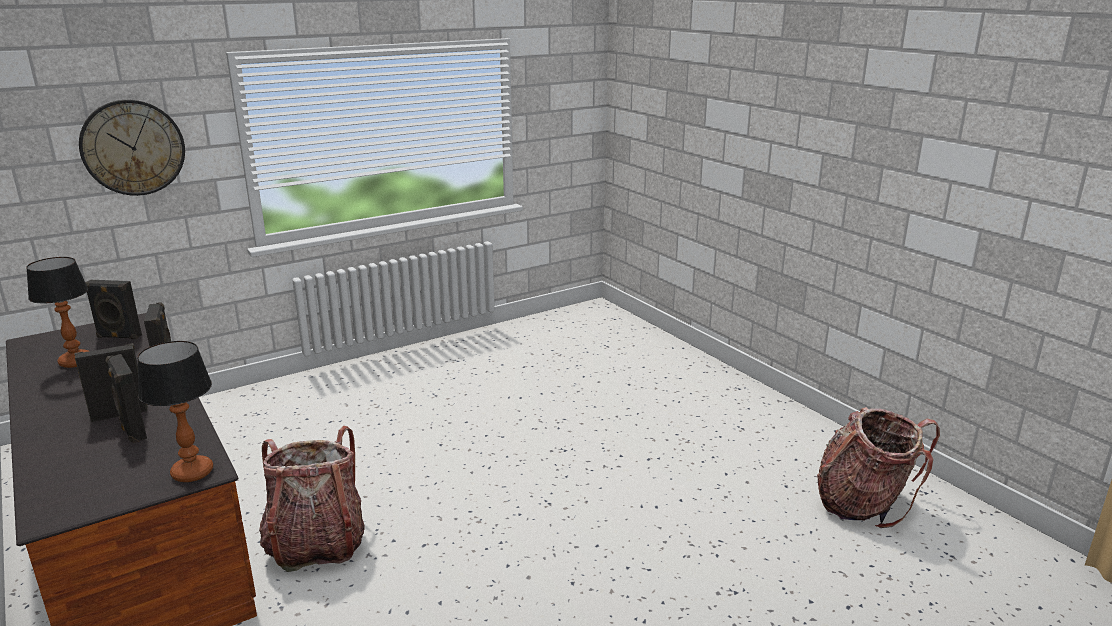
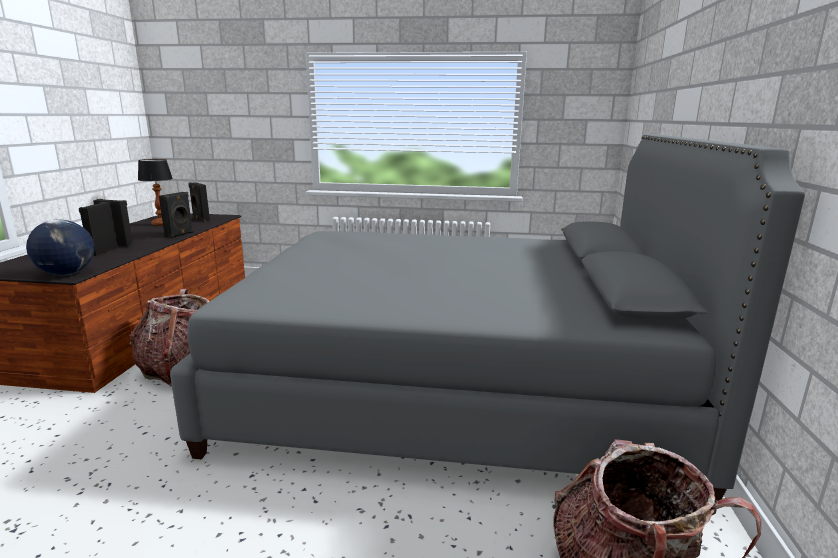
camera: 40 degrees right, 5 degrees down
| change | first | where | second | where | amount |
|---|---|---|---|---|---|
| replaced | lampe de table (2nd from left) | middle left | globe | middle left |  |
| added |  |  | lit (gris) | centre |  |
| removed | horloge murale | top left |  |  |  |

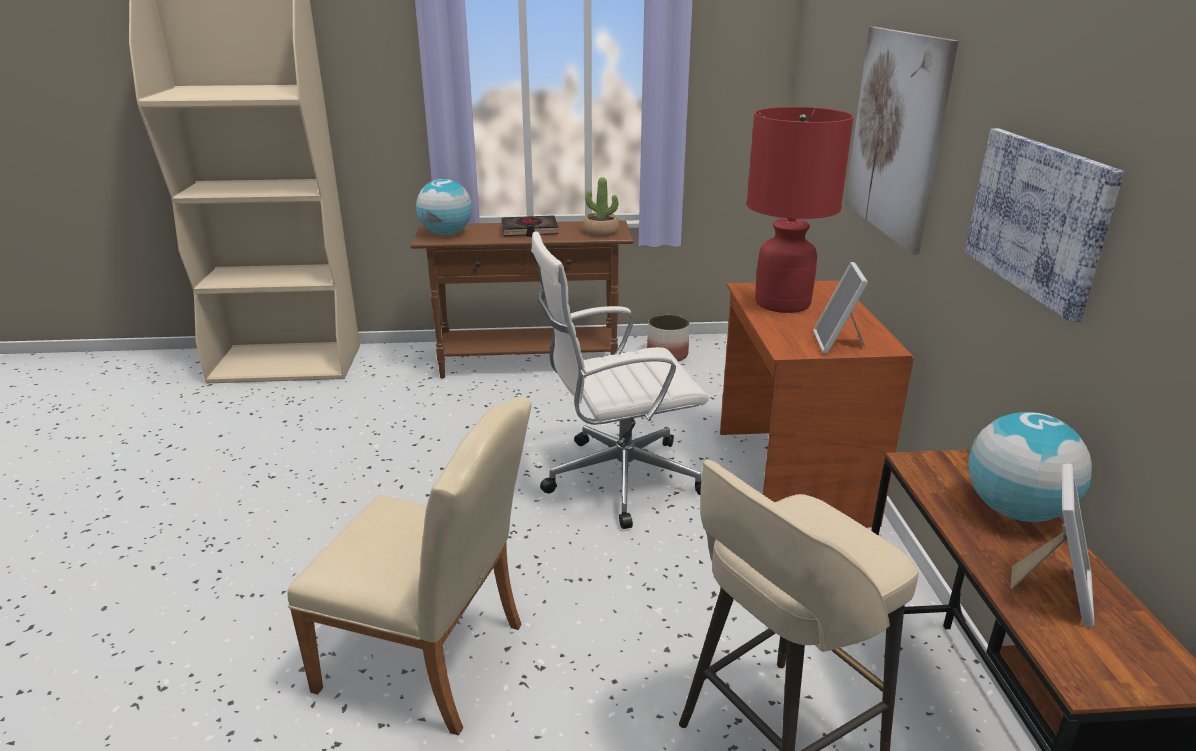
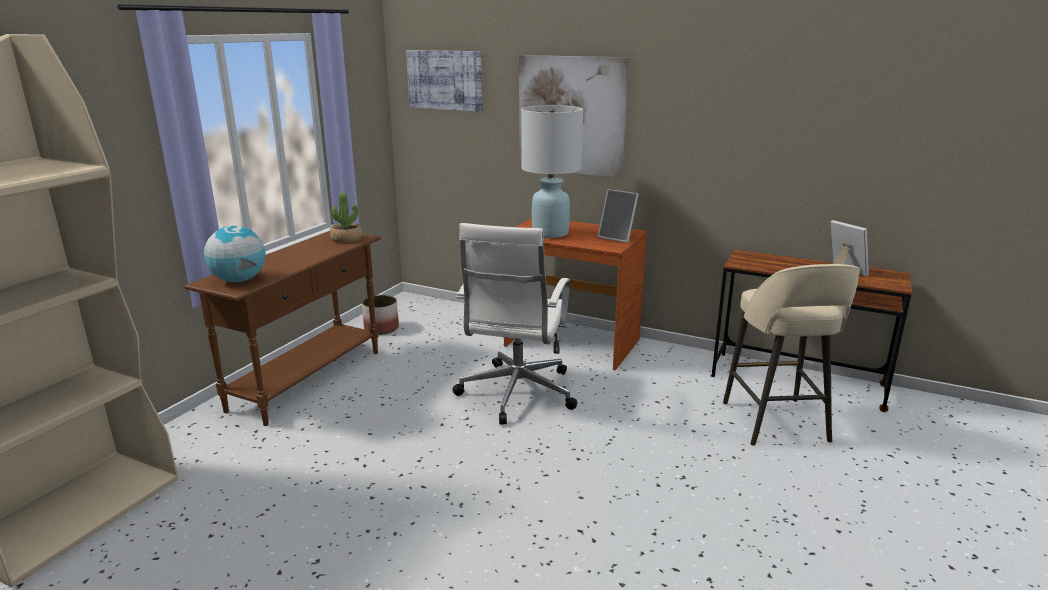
camera: 60 degrees left, 5 degrees down
| change | first | where | second | where | amount |
|---|---|---|---|---|---|
| moved | tableau (2nd from left in the first image) | top right | tableau (1st from left) | top centre |  |
| recoloured | lampe de table (rouge) | top right | lampe de table (blanc) | top centre |  |
| removed | chaise (beige) | bottom centre |  |  |  |
| removed | livre (noir) | top centre |  |  |  |
| removed | globe (2nd from left) | middle right |  |  |  |

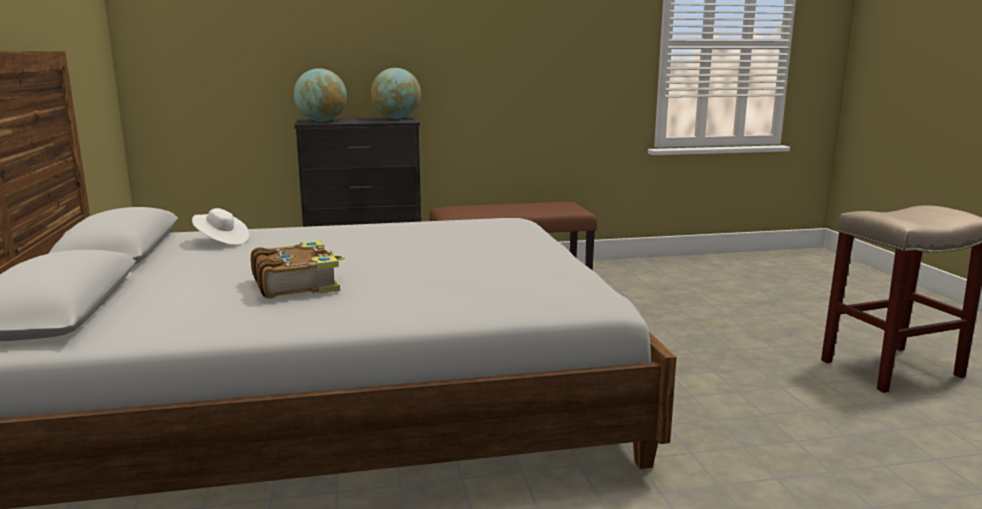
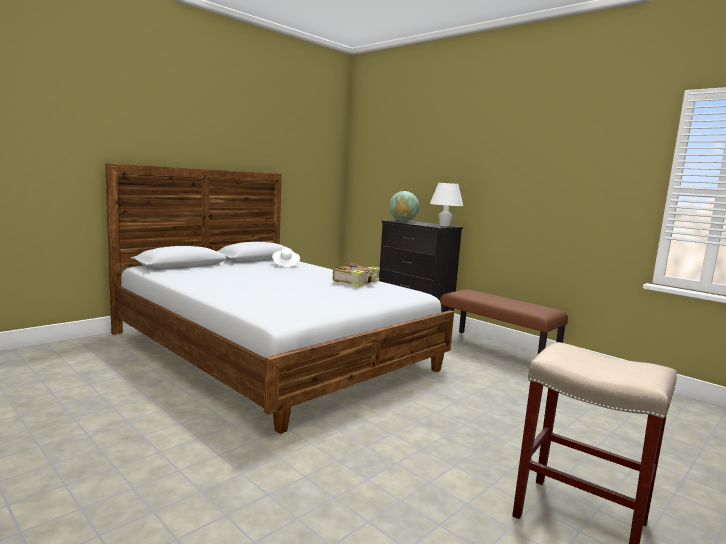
camera: 55 degrees right, 5 degrees down
| change | first | where | second | where | amount |
|---|---|---|---|---|---|
| moved | livre | middle left |  | centre |  |
| replaced | globe (2nd from left) | top centre | lampe de table (blanc) | centre |  |

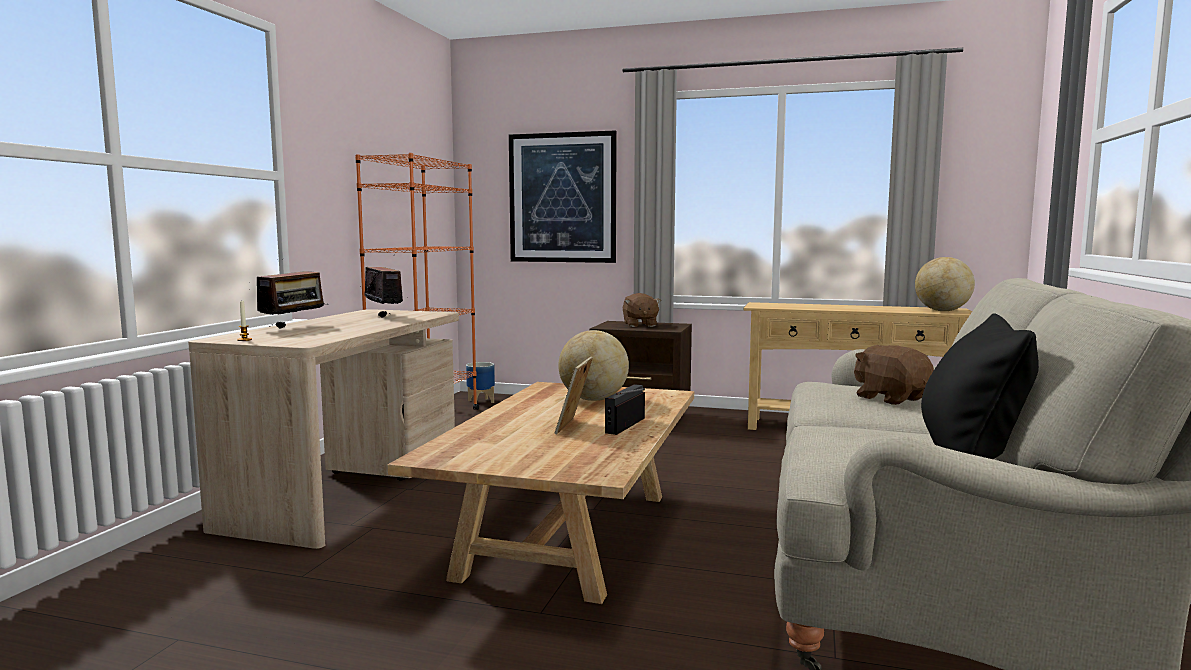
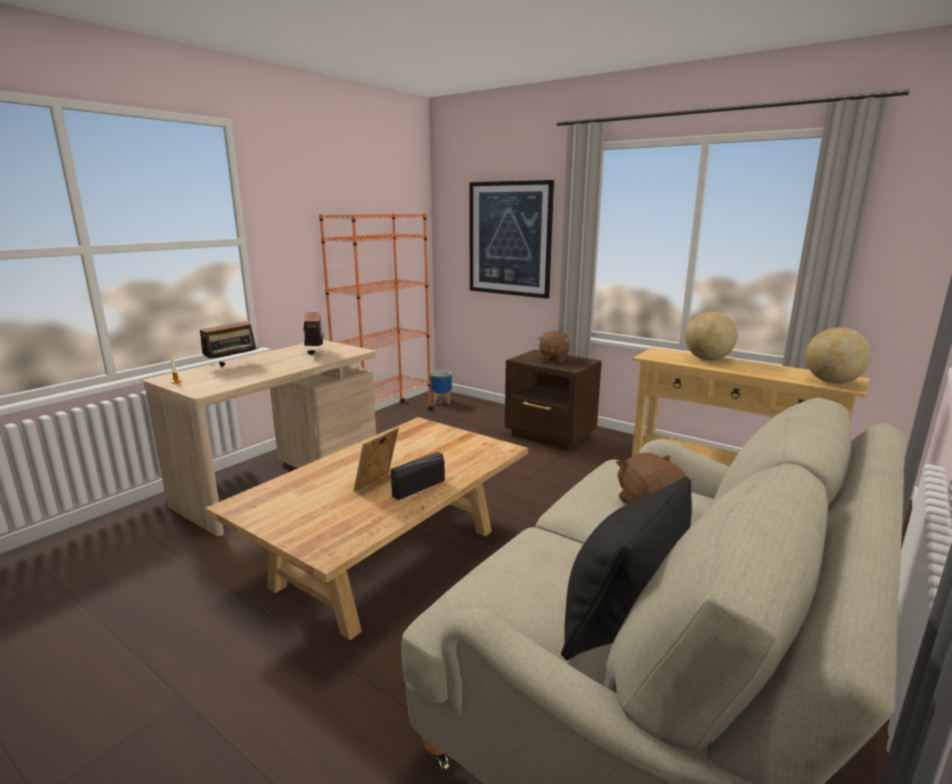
camera: 20 degrees right, 10 degrees up
| change | first | where | second | where | amount |
|---|---|---|---|---|---|
| moved | globe (1st from left) | centre |  | middle right |  |

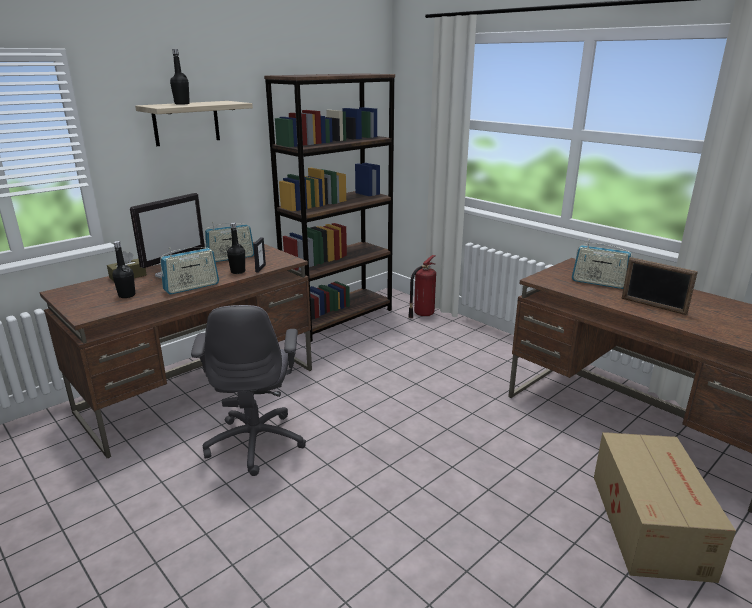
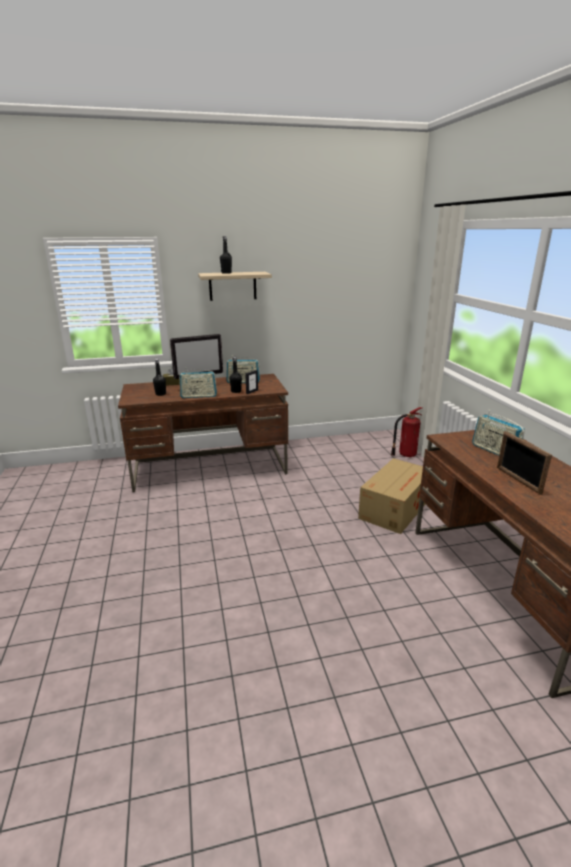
camera: 30 degrees right, 0 degrees up
| change | first | where | second | where | amount |
|---|---|---|---|---|---|
| moved | carton | bottom right |  | middle right |  |
| removed | chaise de bureau (gris) | middle left |  |  |  |
| removed | bibliothèque (marron) | centre |  |  |  |

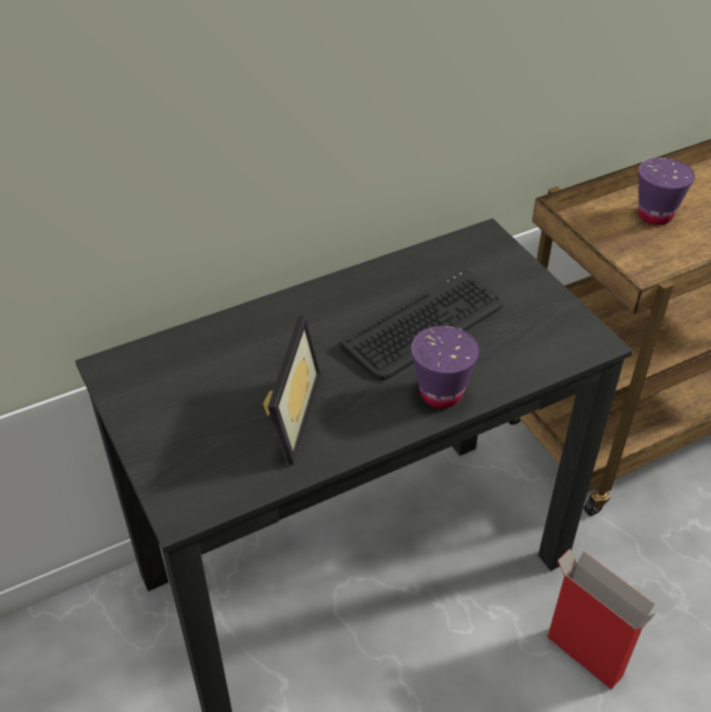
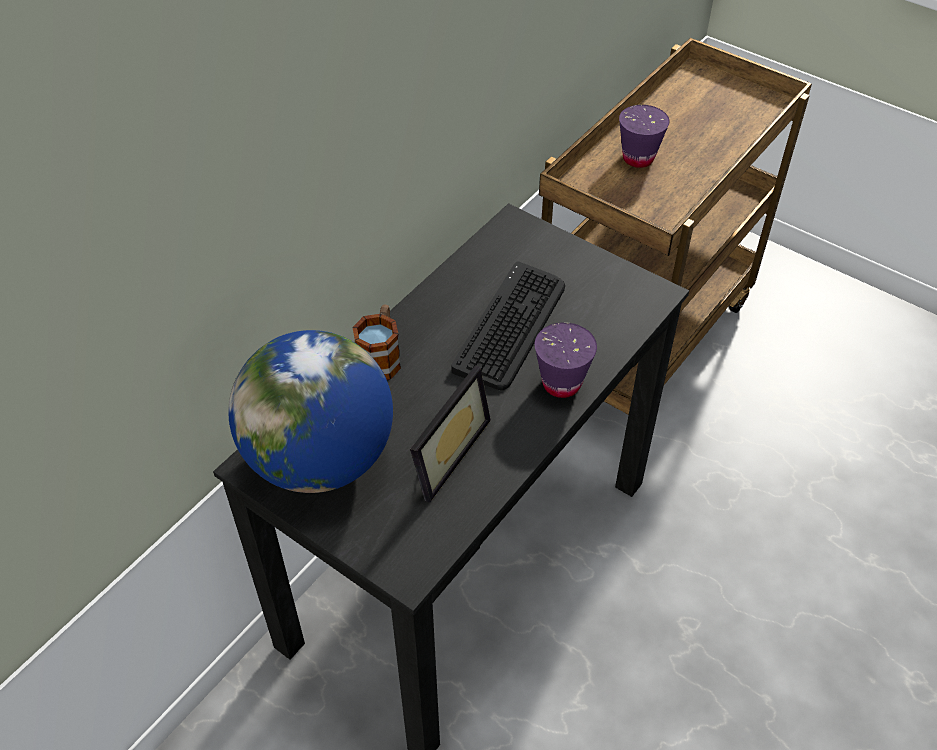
camera: 25 degrees left, 5 degrees up
| change | first | where | second | where | amount |
|---|---|---|---|---|---|
| added |  |  | globe | middle left |  |
| added |  |  | mug | centre |  |
| turned | cadre photo | centre |  | centre | 45 degrees clockwise |
| removed | carton | bottom right |  |  |  |

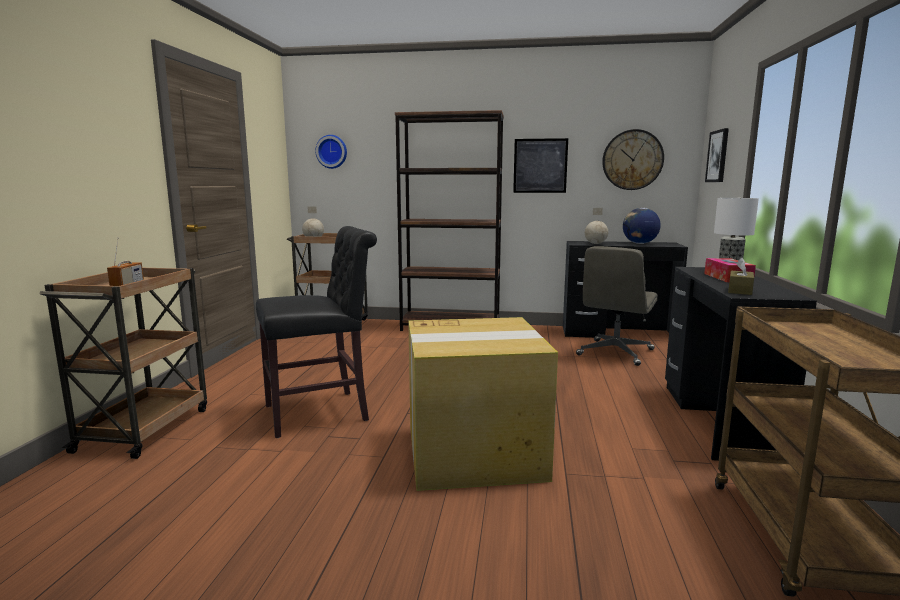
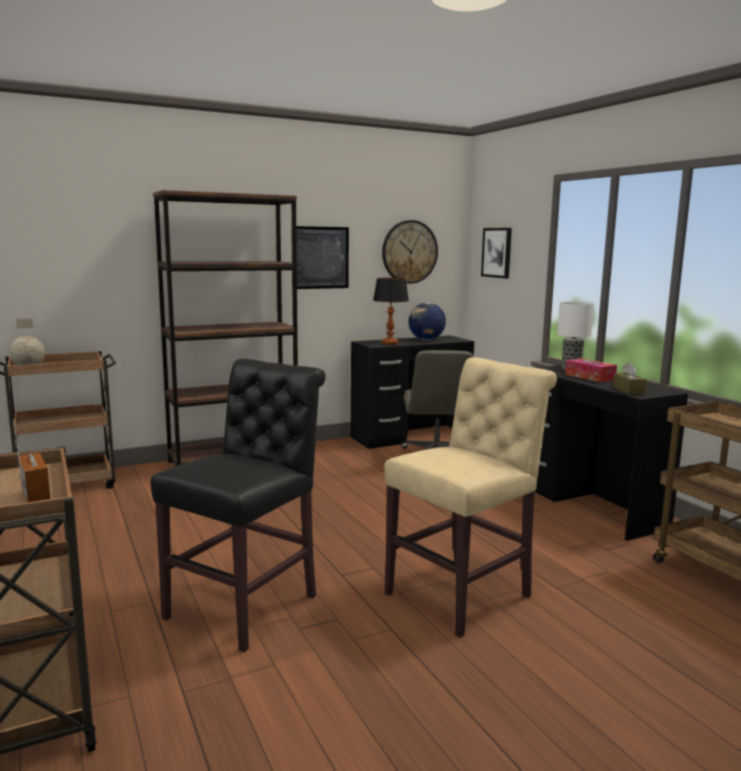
camera: 35 degrees left, 0 degrees up
| change | first | where | second | where | amount |
|---|---|---|---|---|---|
| replaced | globe (2nd from left) | centre | lampe de table (1st from left) | centre |  |
| replaced | carton | bottom centre | chaise (beige) | centre |  |
| removed | horloge murale (1st from left) | top centre |  |  |  |

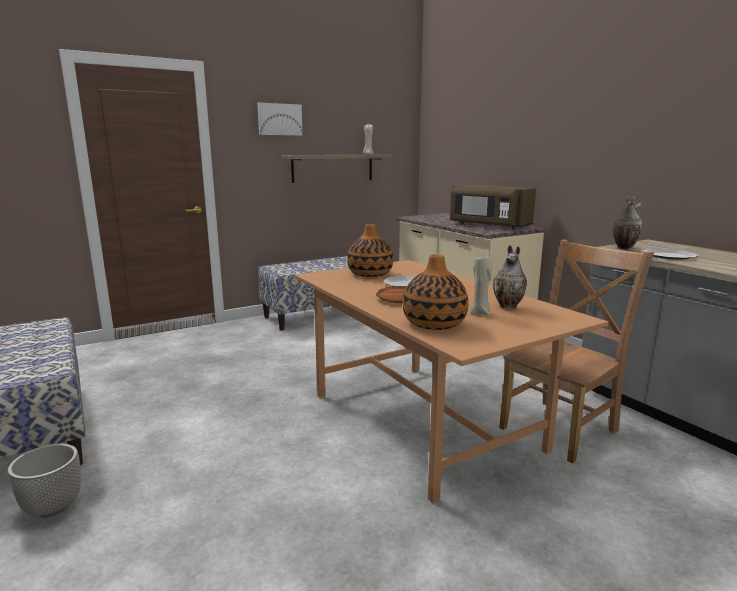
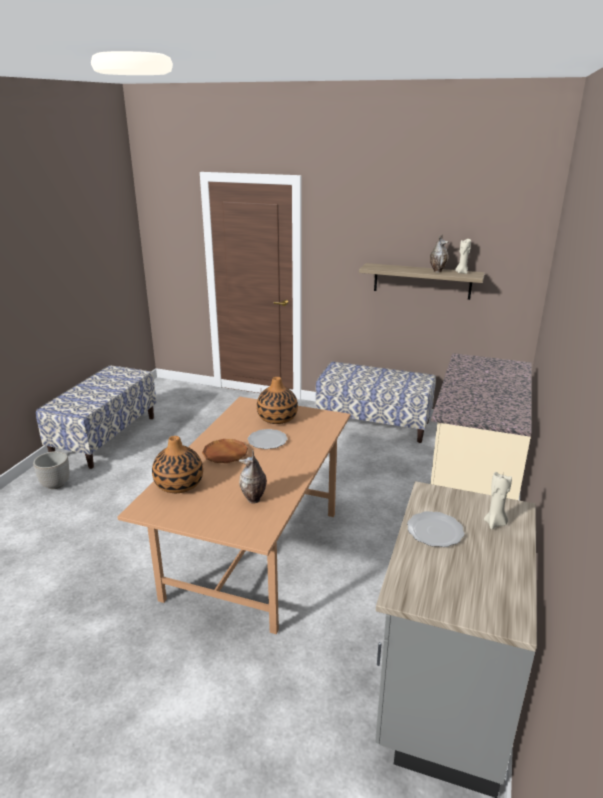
camera: 50 degrees right, 10 degrees up
| change | first | where | second | where | amount |
|---|---|---|---|---|---|
| moved | vase (4th from left) | middle right |  | top right |  |
| moved | bougie (beige) (2nd from left) | centre |  | middle right |  |
| removed | tableau | top centre |  |  |  |
| removed | micro-ondes (marron) | middle right |  |  |  |
| removed | chaise (marron) | middle right |  |  |  |

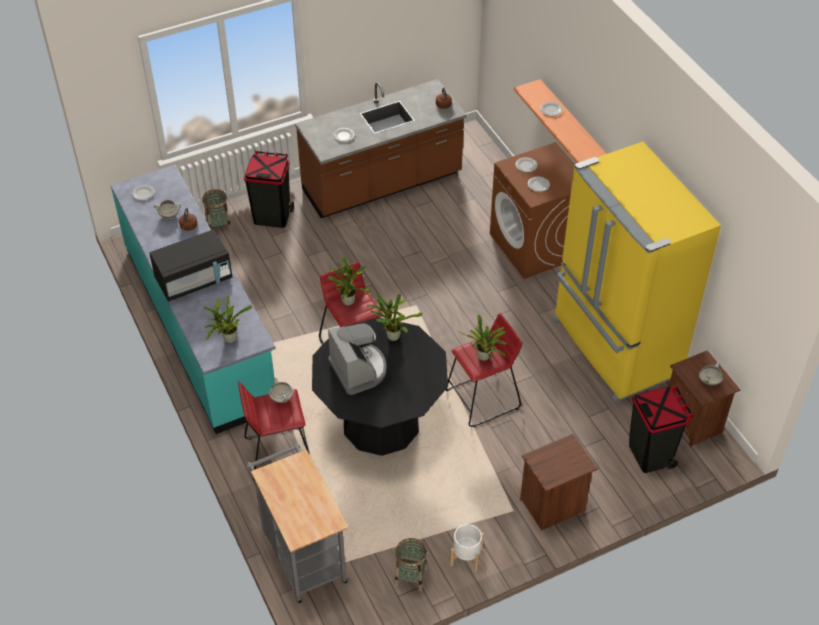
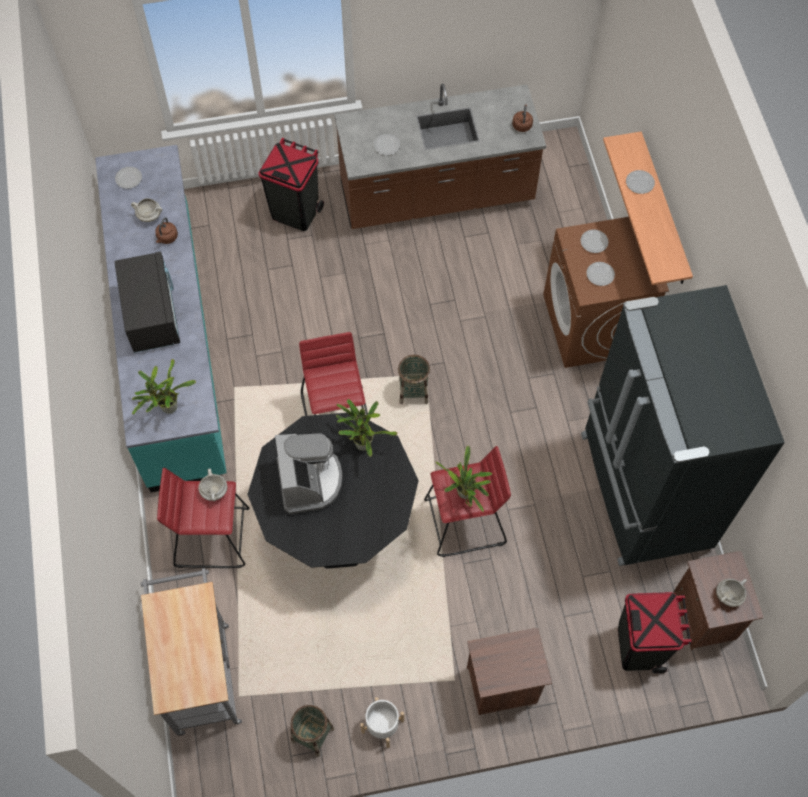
camera: 15 degrees right, 15 degrees up
| change | first | where | second | where | amount |
|---|---|---|---|---|---|
| turned | micro-ondes (noir) | middle left |  | middle left | 90 degrees counterclockwise |
| moved | panier (1st from left in the first image) | middle left | panier (2nd from left) | centre |  |
| recoloured | réfrigérateur (jaune) | middle right | réfrigérateur (noir) | middle right |  |
| removed | plante en pot (2nd from left) | centre |  |  |  |

